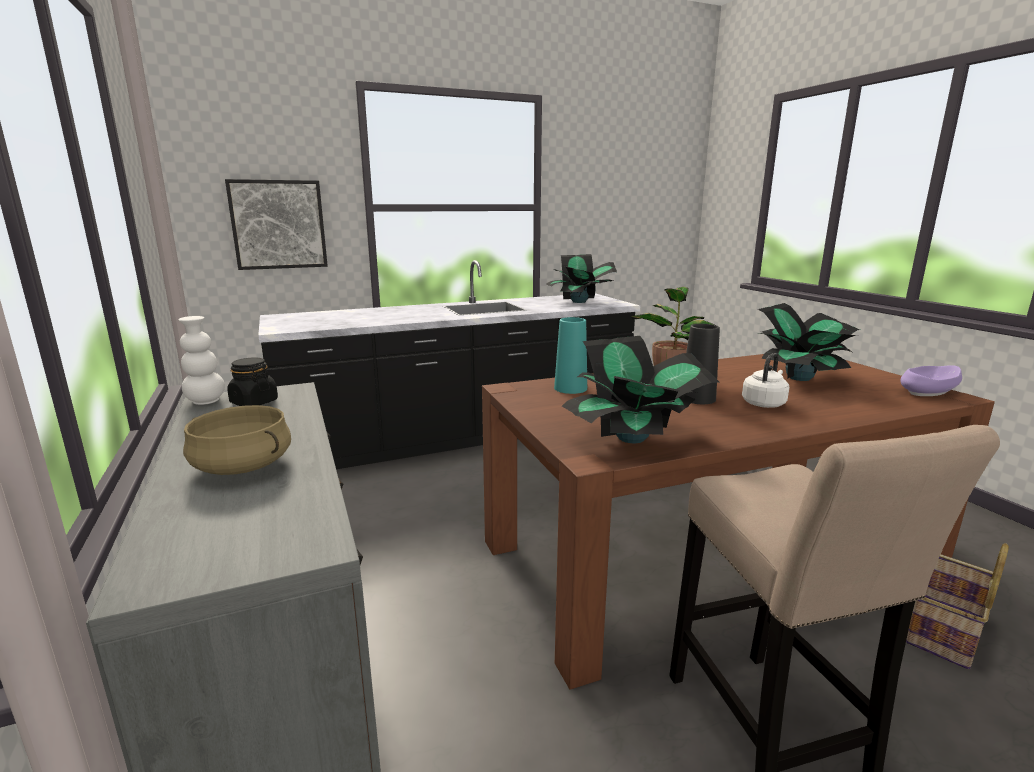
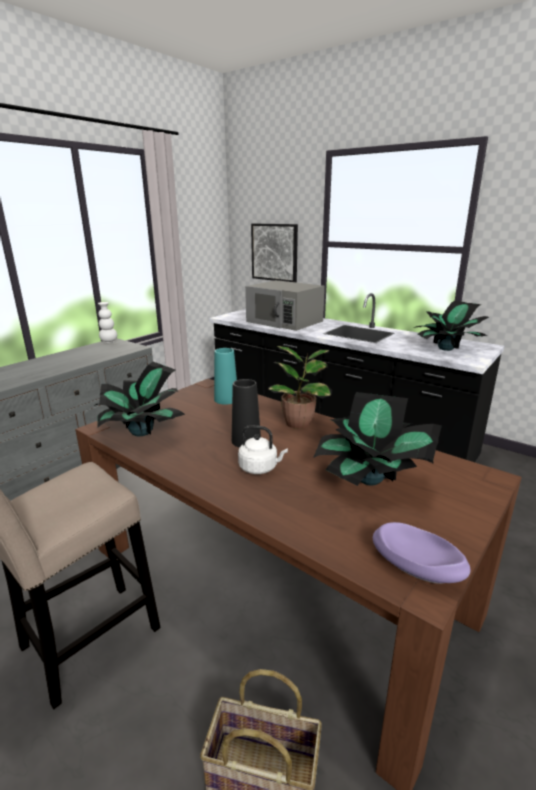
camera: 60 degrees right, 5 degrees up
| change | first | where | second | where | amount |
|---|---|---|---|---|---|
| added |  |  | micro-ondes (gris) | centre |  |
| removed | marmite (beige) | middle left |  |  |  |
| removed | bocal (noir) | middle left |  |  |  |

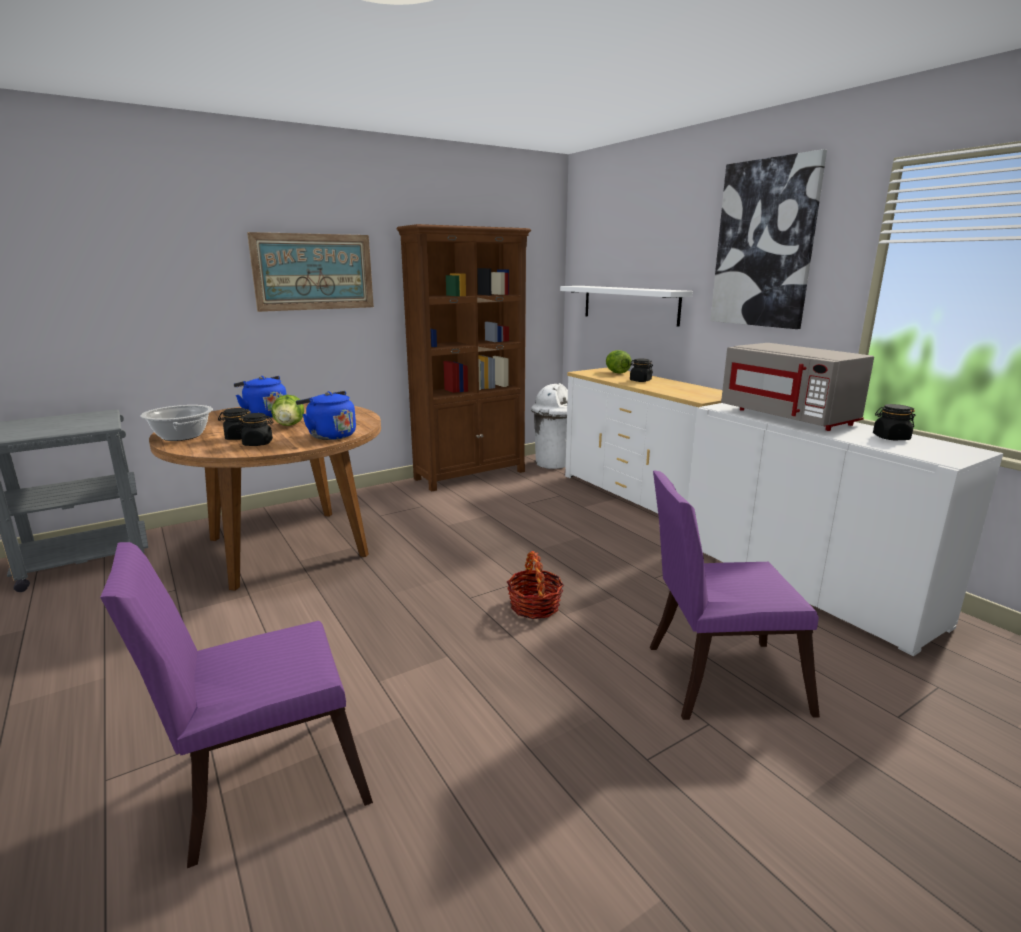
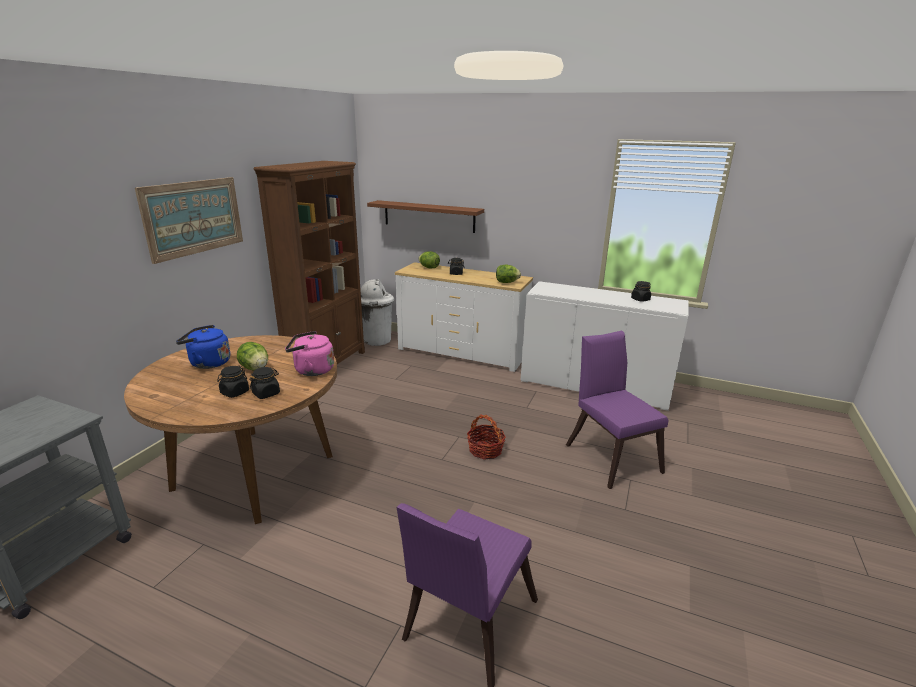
camera: 35 degrees left, 5 degrees up
| change | first | where | second | where | amount |
|---|---|---|---|---|---|
| recoloured | bouilloire (bleu) (2nd from left) | middle left | bouilloire (rose) | centre |  |
| recoloured | étagère (blanc) | top centre | étagère (marron) | top centre |  |
| added |  |  | laitue (3rd from left) | centre |  |
| turned | chaise (violet) (2nd from left) | middle right |  | middle right | 105 degrees clockwise |
| removed | marmite | middle left |  |  |  |
| removed | tableau (2nd from left) | top right |  |  |  |
| removed | micro-ondes (gris) | middle right |  |  |  |

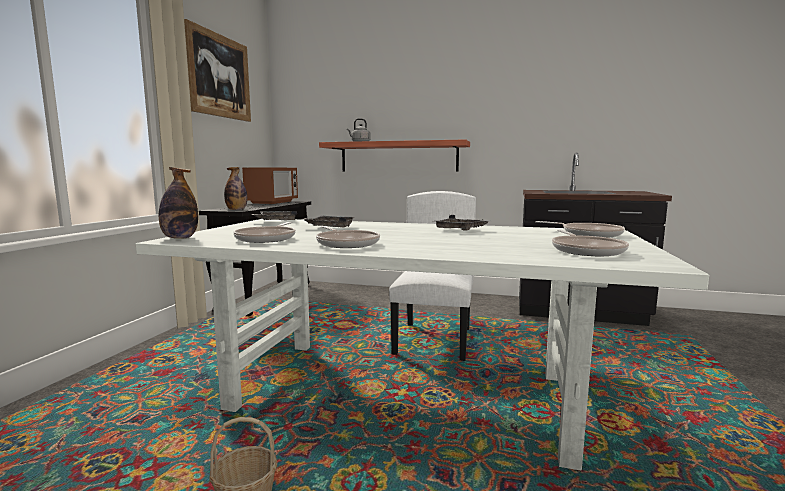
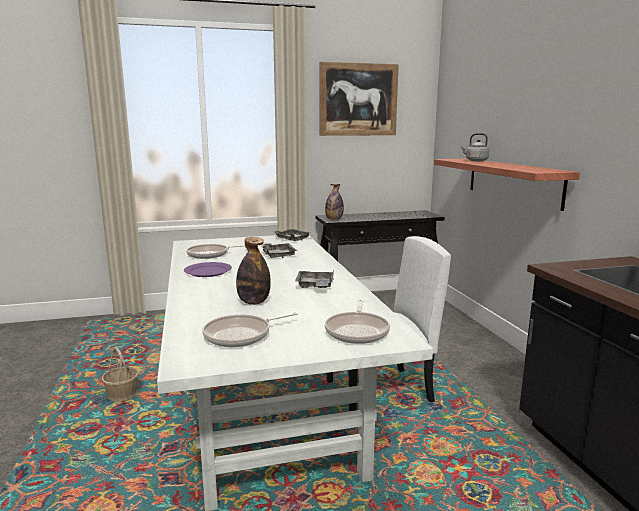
camera: 60 degrees right, 5 degrees up
| change | first | where | second | where | amount |
|---|---|---|---|---|---|
| replaced | poêle (2nd from left) | centre | assiette (violet) | middle left |  |
| moved | bouteille (1st from left) | middle left |  | centre |  |
| removed | micro-ondes | centre |  |  |  |

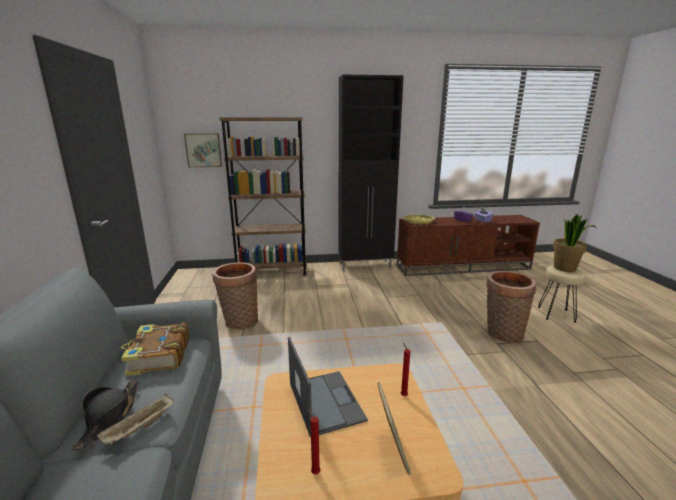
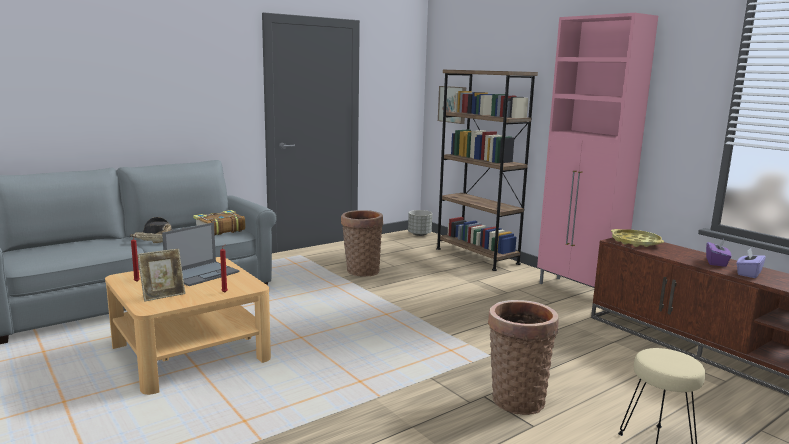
camera: 60 degrees right, 5 degrees down
| change | first | where | second | where | amount |
|---|---|---|---|---|---|
| added |  |  | cache-pot (gris) | centre |  |
| recoloured | meuble de rangement (noir) | centre | meuble de rangement (rose) | middle right |  |
| removed | plante en pot | middle right |  |  |  |

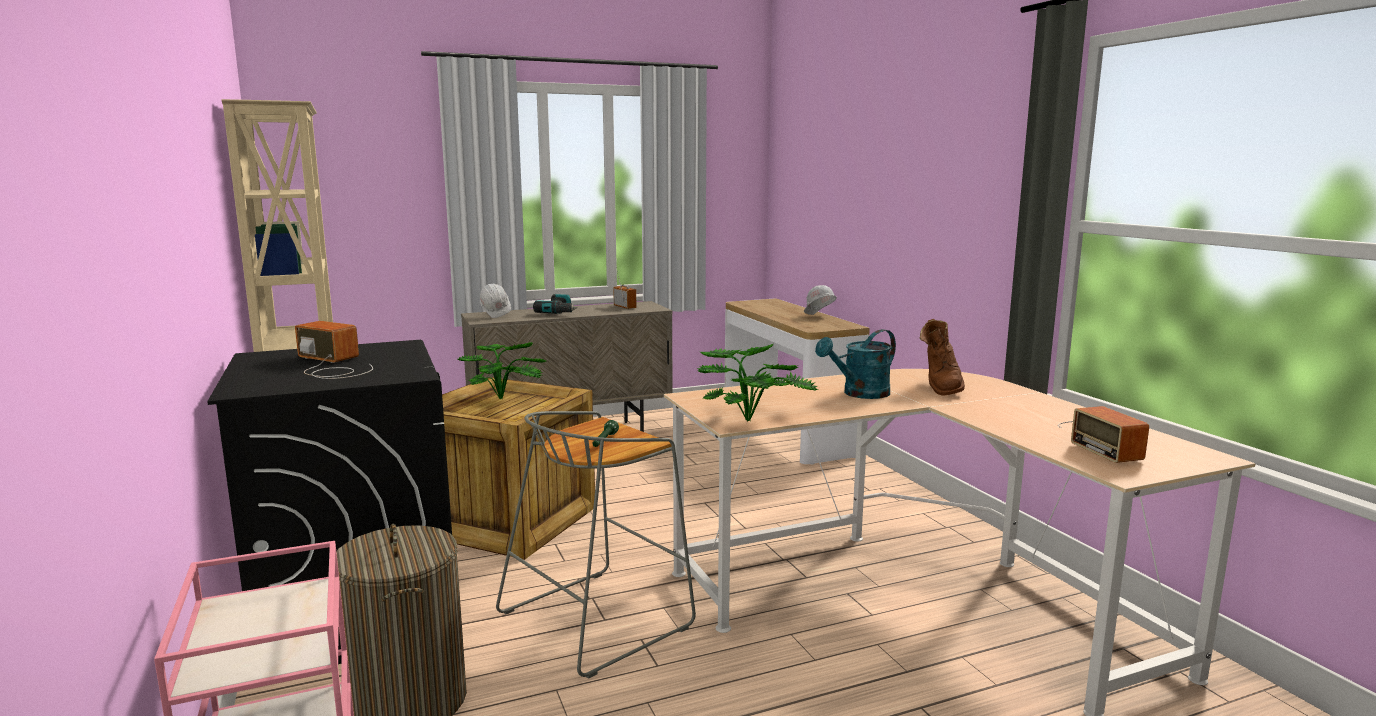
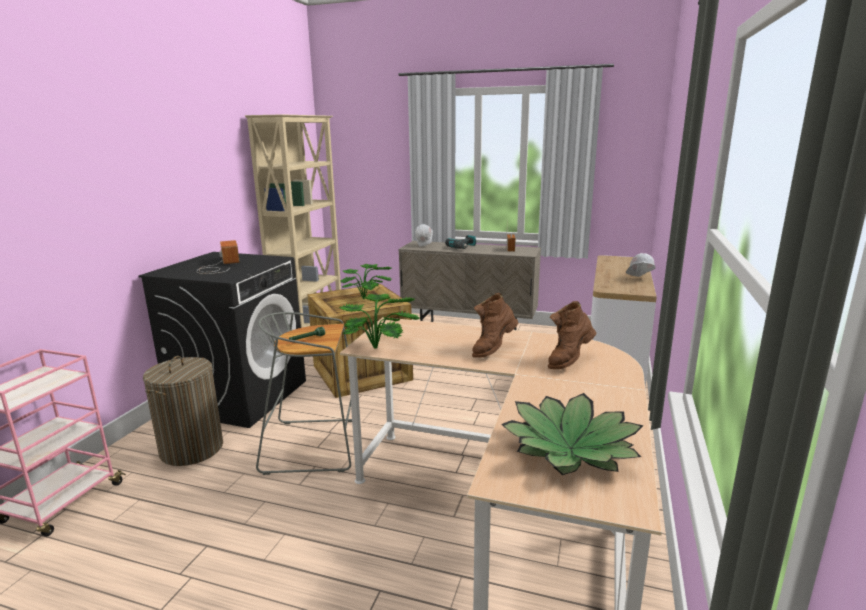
camera: 40 degrees right, 5 degrees up
| change | first | where | second | where | amount |
|---|---|---|---|---|---|
| replaced | arrosoir (turquoise) | centre | botte (marron) (1st from left) | centre |  |
| replaced | radio (3rd from left) | middle right | plante en pot (3rd from left) | bottom centre |  |

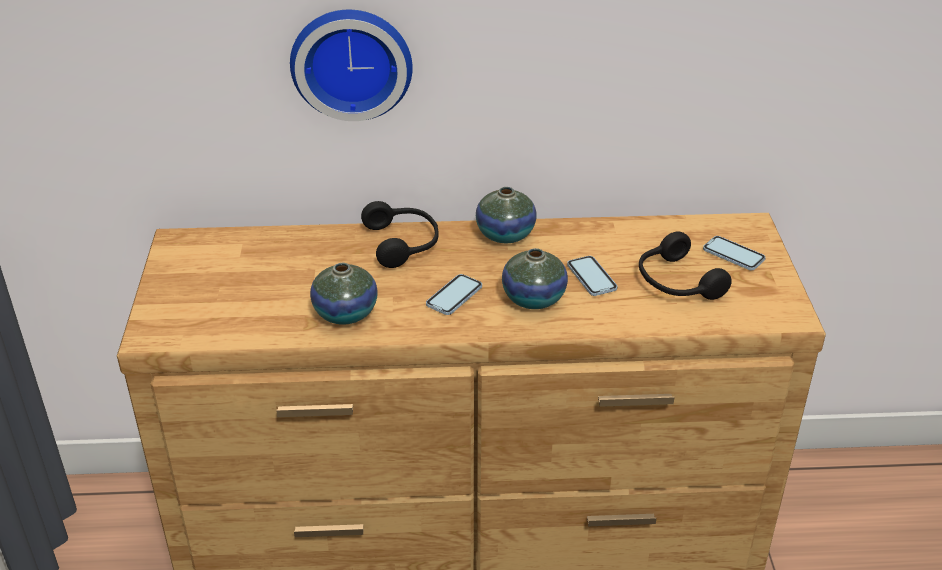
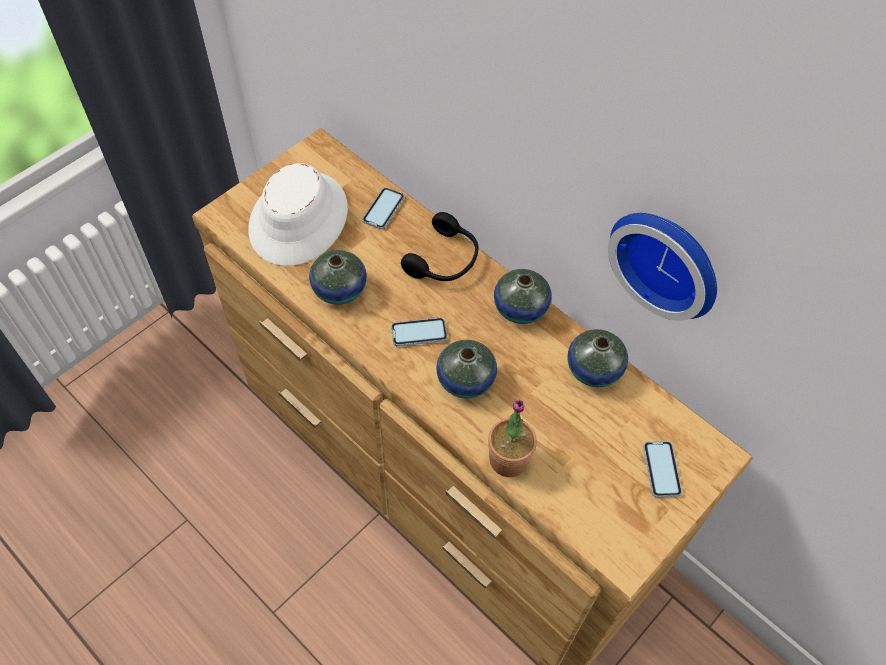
camera: 45 degrees right, 20 degrees up
| change | first | where | second | where | amount |
|---|---|---|---|---|---|
| added |  |  | chapeau (blanc) | top centre |  |
| moved | téléphone (2nd from left in the first image) | centre | téléphone (1st from left) | top centre |  |
| added |  |  | plante en pot | centre |  |
| added |  |  | vase (4th from left) | middle right |  |
| moved | horloge murale | top centre |  | middle right |  |
| removed | casque audio (noir) (2nd from left) | middle right |  |  |  |

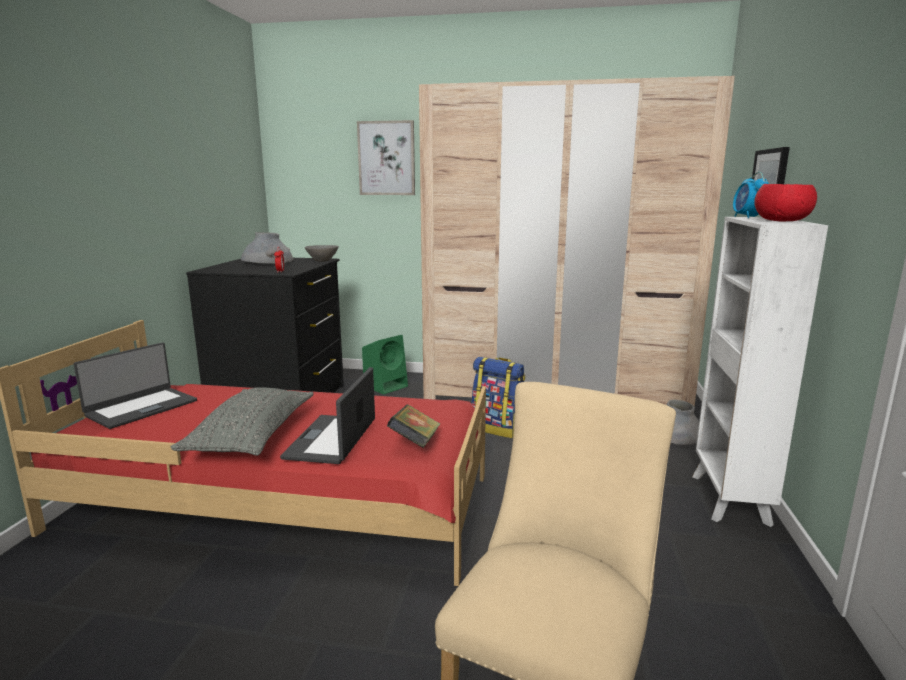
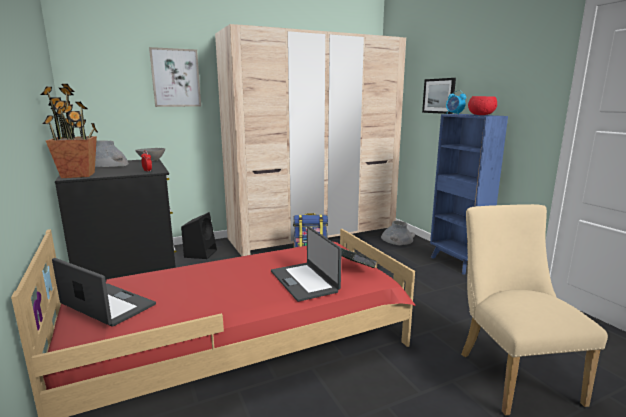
camera: 35 degrees left, 0 degrees up
| change | first | where | second | where | amount |
|---|---|---|---|---|---|
| added |  |  | plante en pot | top left |  |
| turned | ordinateur portable (1st from left) | middle left |  | bottom left | 60 degrees counterclockwise |
| recoloured | enceinte (vert) | centre | enceinte (noir) | middle left |  |
| recoloured | bibliothèque (blanc) | middle right | bibliothèque (bleu) | middle right |  |
| removed | coussin (gris) | middle left |  |  |  |

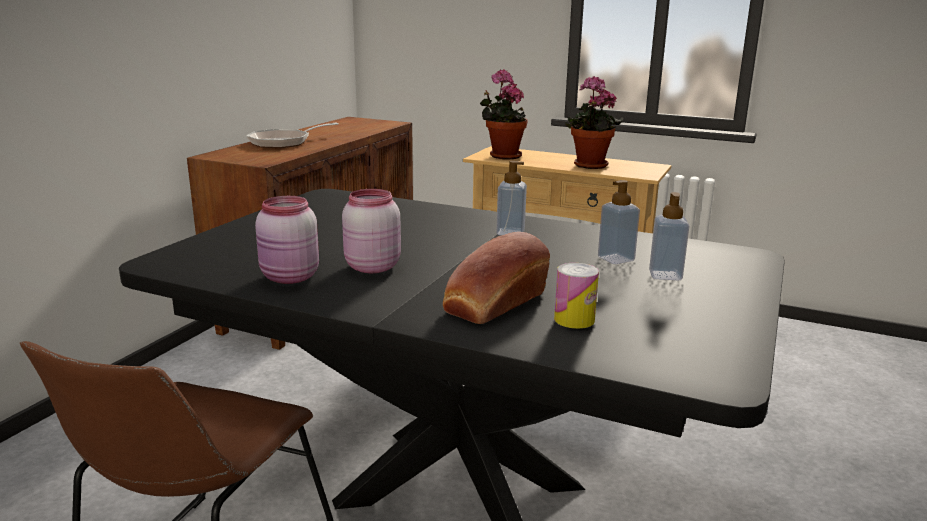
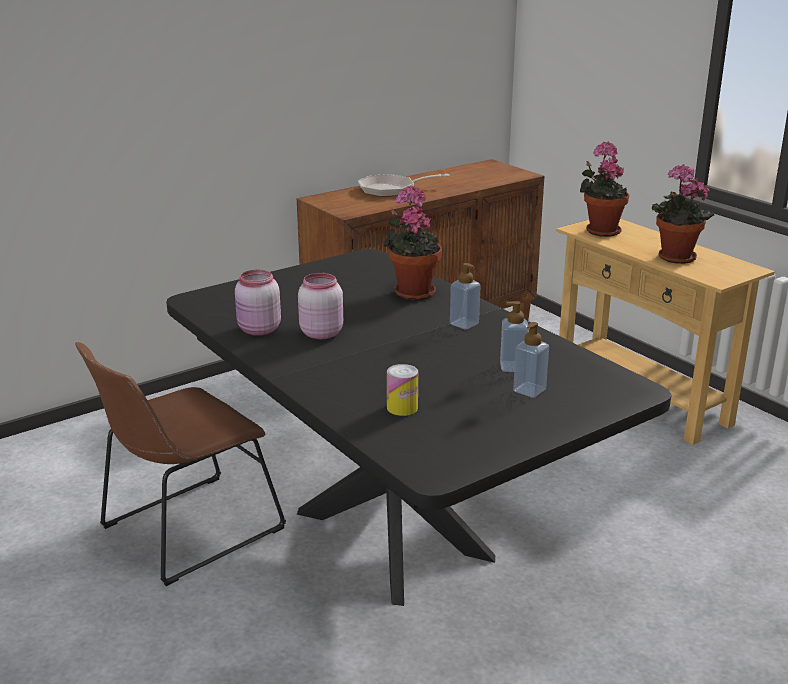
camera: 30 degrees right, 5 degrees up
| change | first | where | second | where | amount |
|---|---|---|---|---|---|
| added |  |  | plante en pot (1st from left) | centre |  |
| removed | pain | centre |  |  |  |

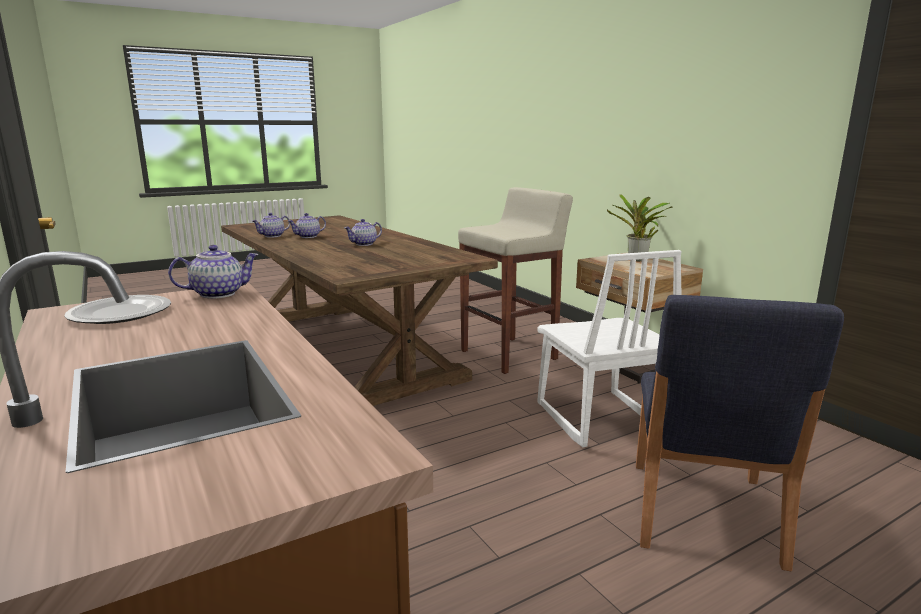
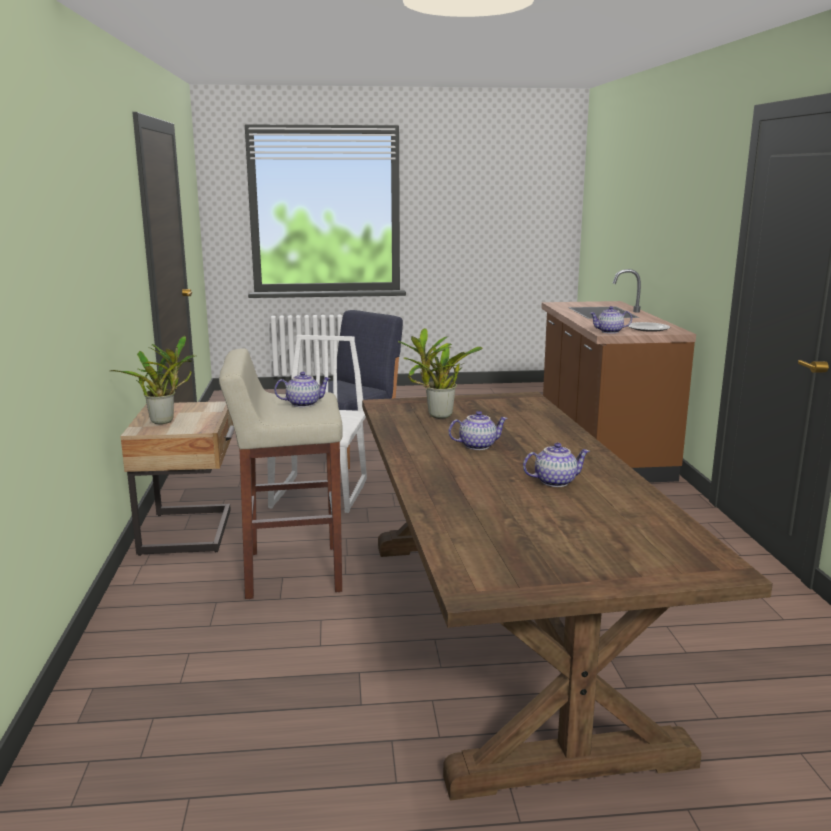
camera: 155 degrees left, 0 degrees up
| change | first | where | second | where | amount |
|---|---|---|---|---|---|
| moved | théière (2nd from left in the first image) | middle left | théière (1st from left) | centre |  |
| added |  |  | plante en pot (2nd from left) | centre |  |

